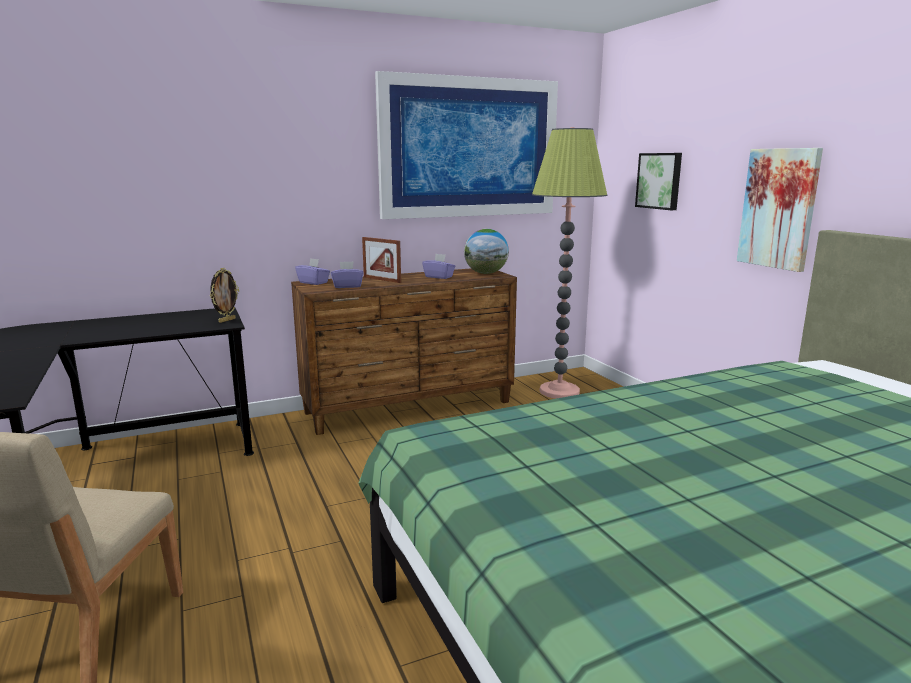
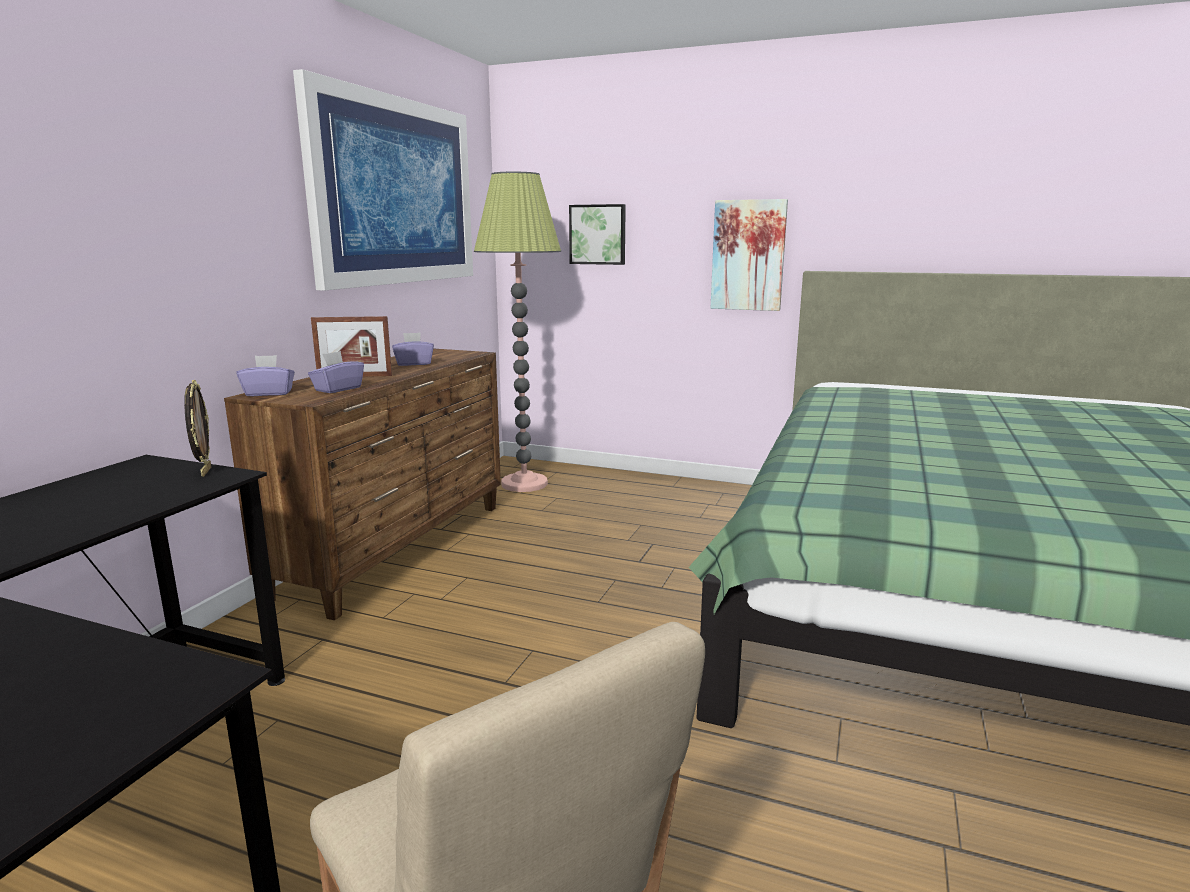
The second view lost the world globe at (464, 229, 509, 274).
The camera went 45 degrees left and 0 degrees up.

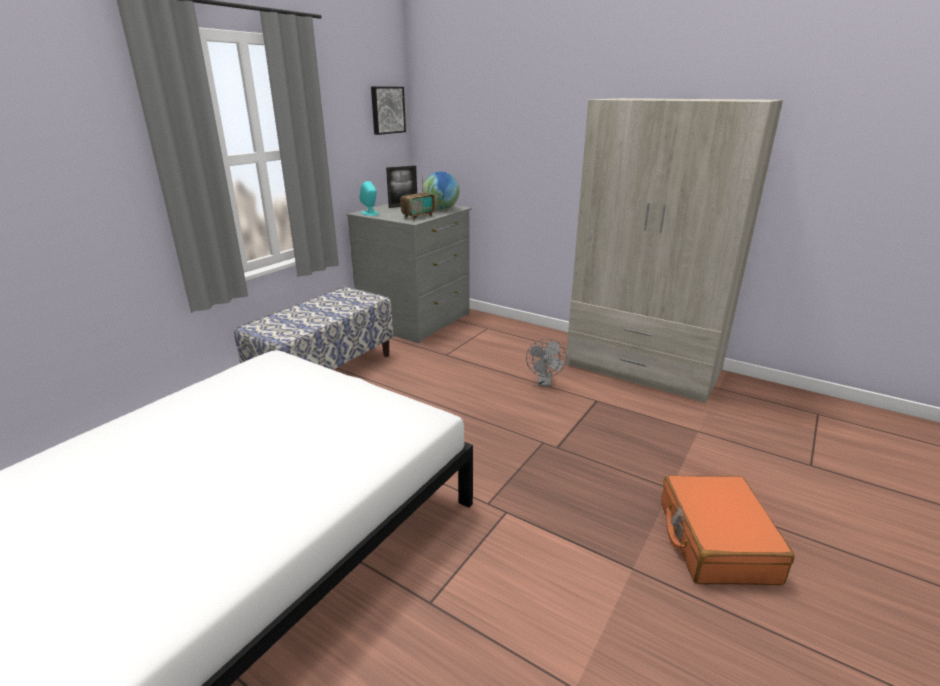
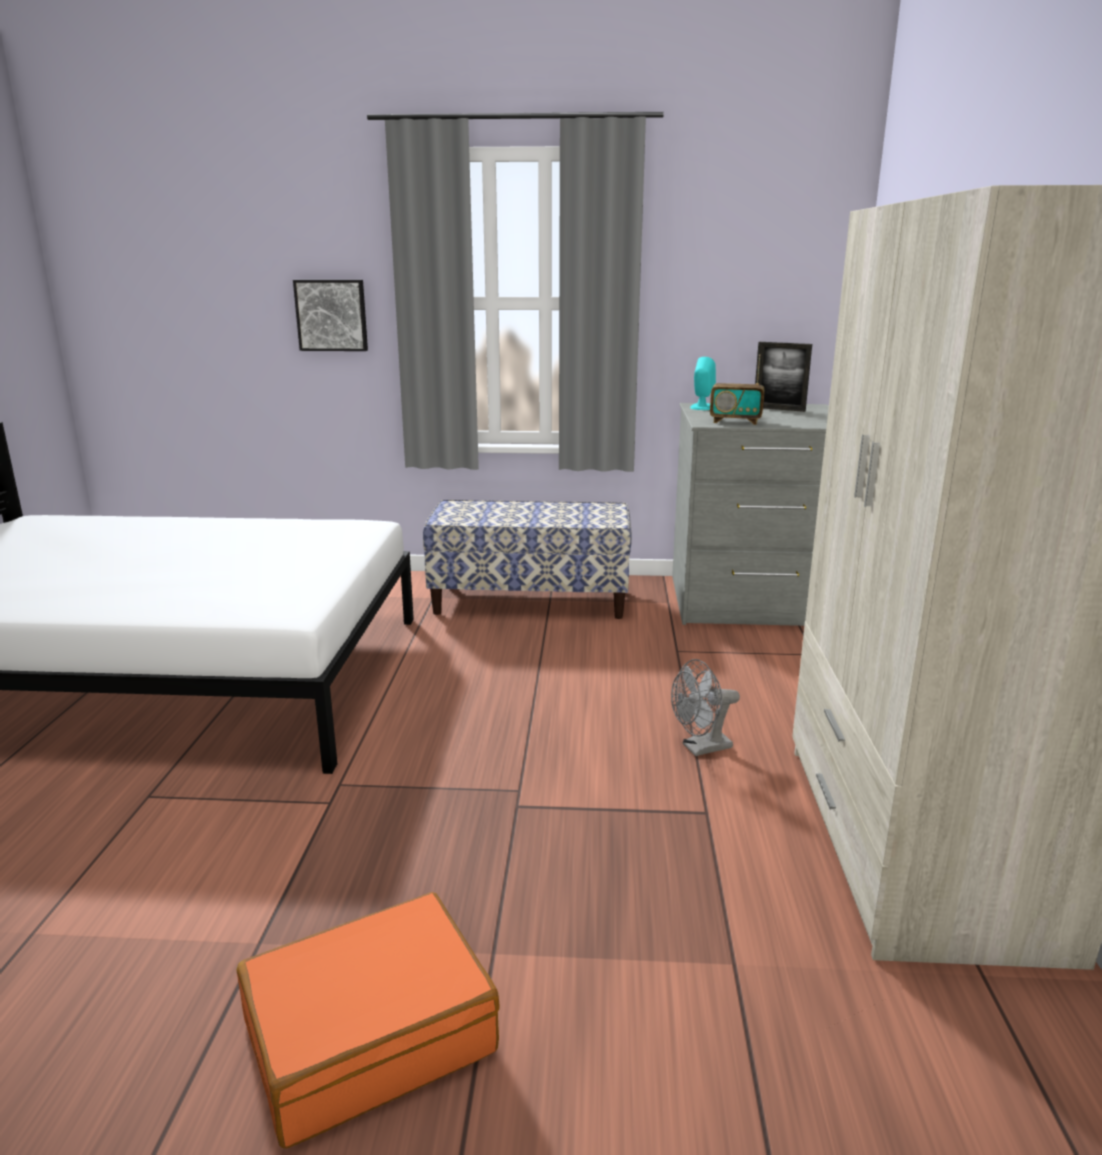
The wall picture ended up elsewhere, having gone from (371, 87, 406, 135) to (293, 280, 368, 351).
The second view lost the world globe at (423, 171, 459, 210).
The camera went 60 degrees right and 5 degrees down.

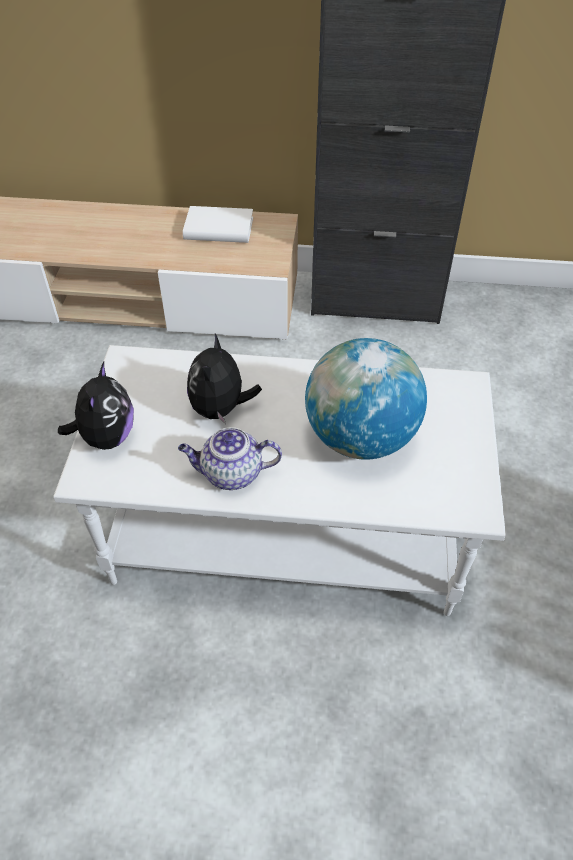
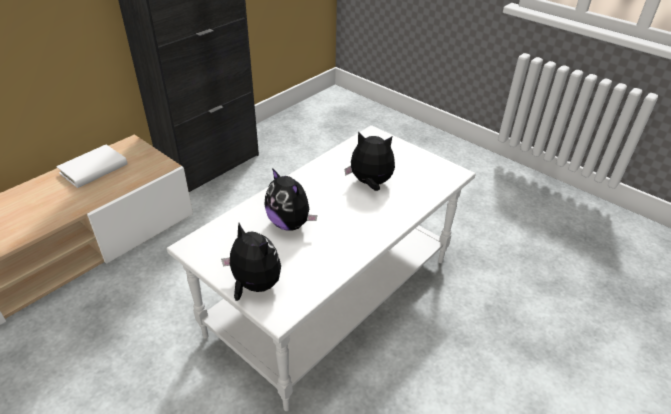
The second view lost the tea pot at (178, 427, 282, 490).
Where the world globe stood at (305, 338, 427, 460), the cuddly toy came to stand at (344, 131, 395, 191).
The camera went 55 degrees left and 10 degrees down.

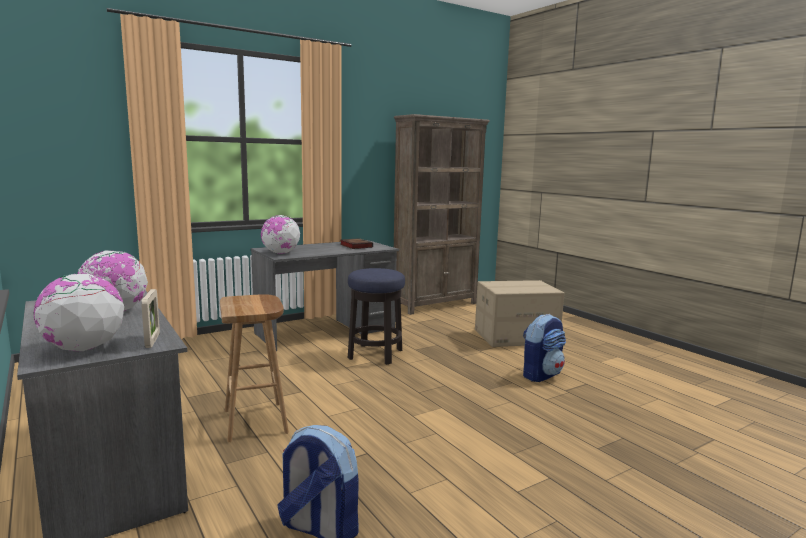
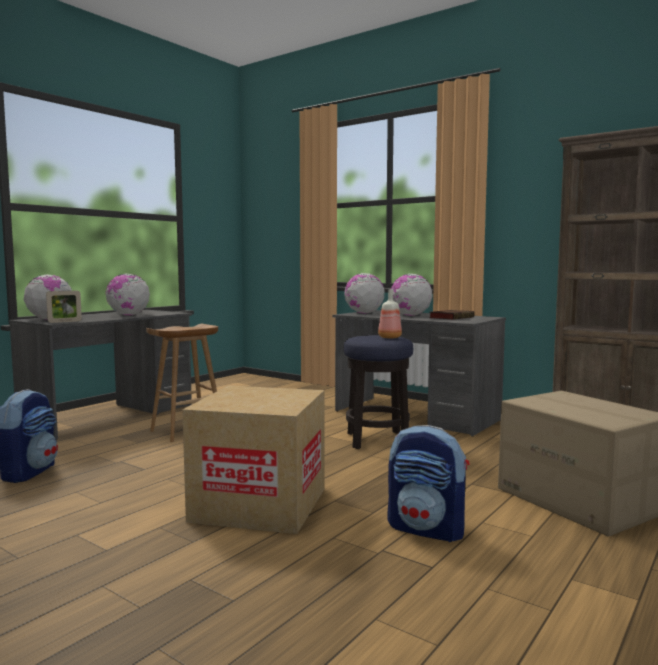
The second view gained the cardboard box at (182, 386, 325, 534).
The second view gained the drink bottle at (378, 289, 402, 339).
The second view gained the world globe at (391, 274, 433, 316).
The camera went 70 degrees right and 5 degrees down.

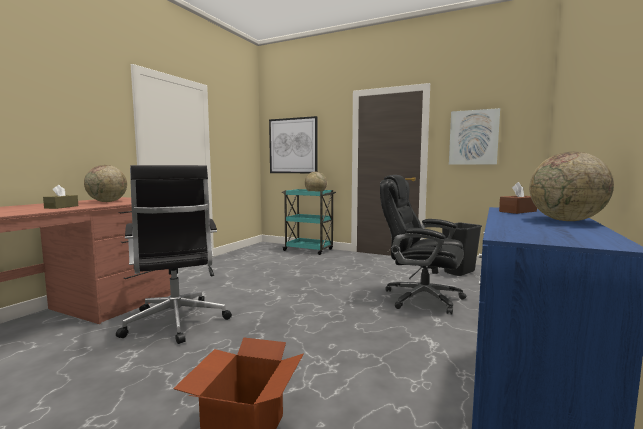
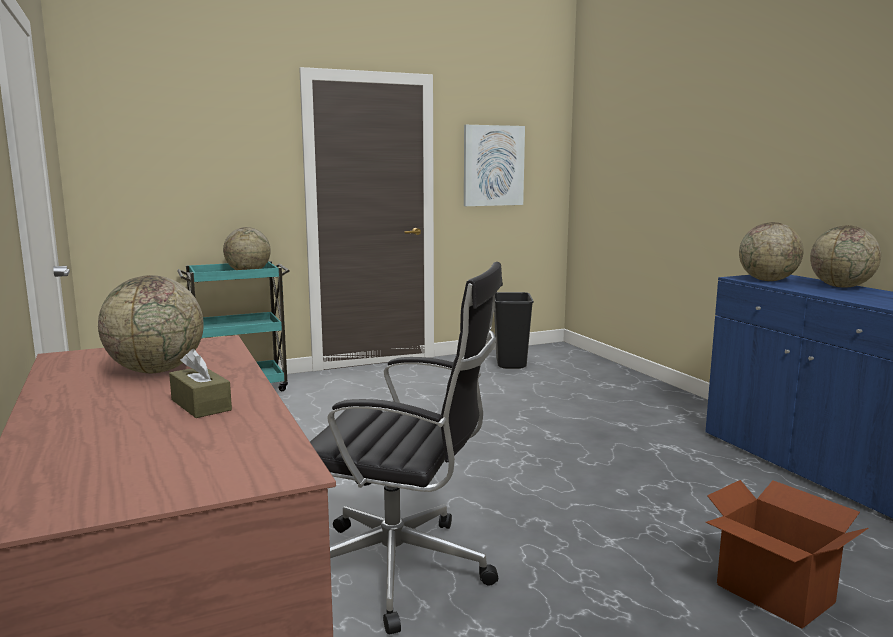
The second view lost the wall picture at (269, 116, 318, 173).
The second view lost the desk chair in black-coloured at (380, 175, 467, 315).
Where the box of tissues in brownish stood at (499, 182, 537, 214), the world globe came to stand at (739, 222, 804, 281).
The camera went 50 degrees left and 5 degrees up.

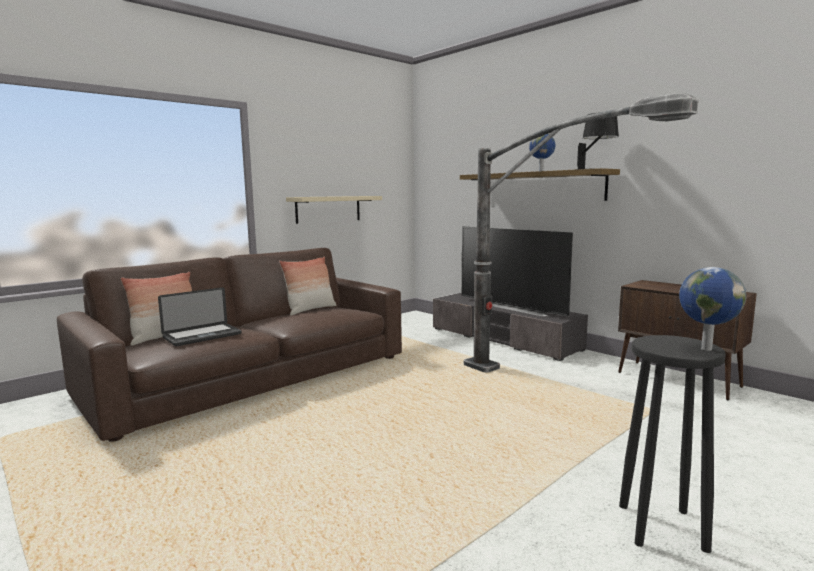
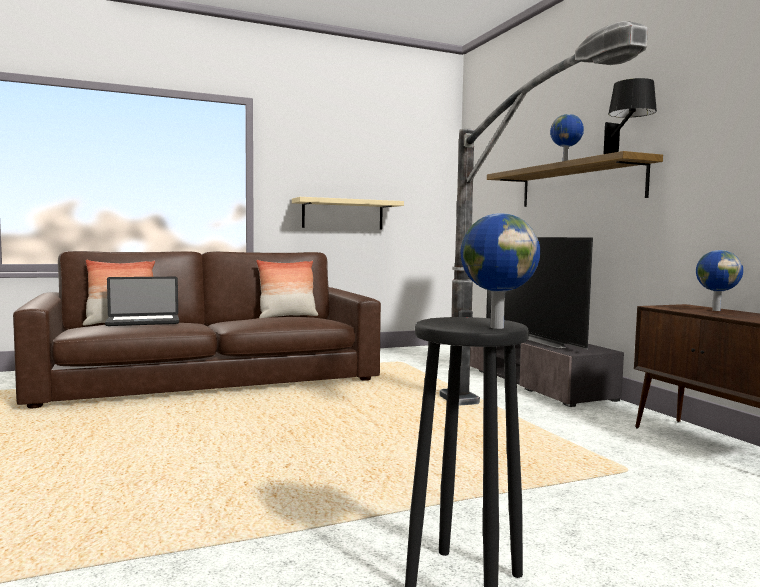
The second view gained the world globe at (696, 250, 743, 311).
The camera went 20 degrees right and 5 degrees down.

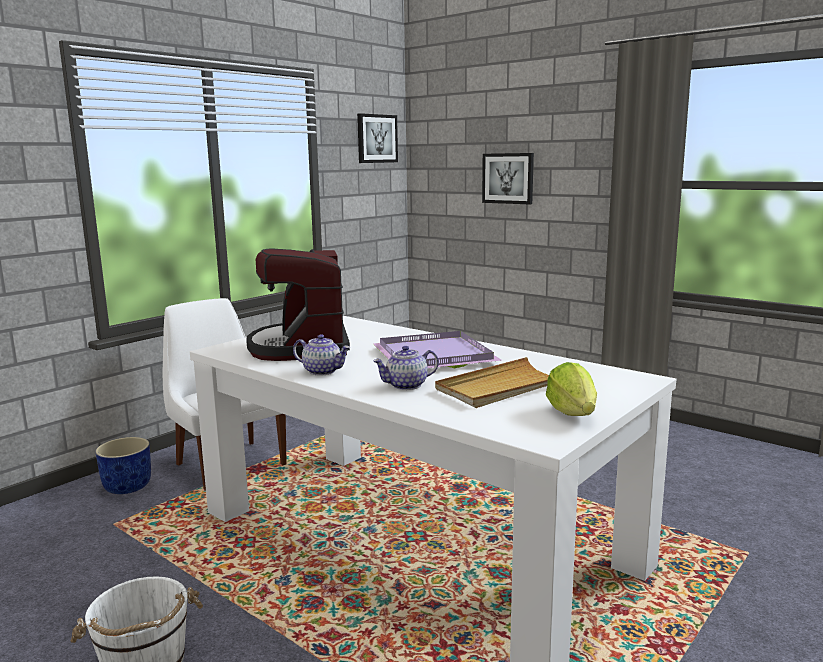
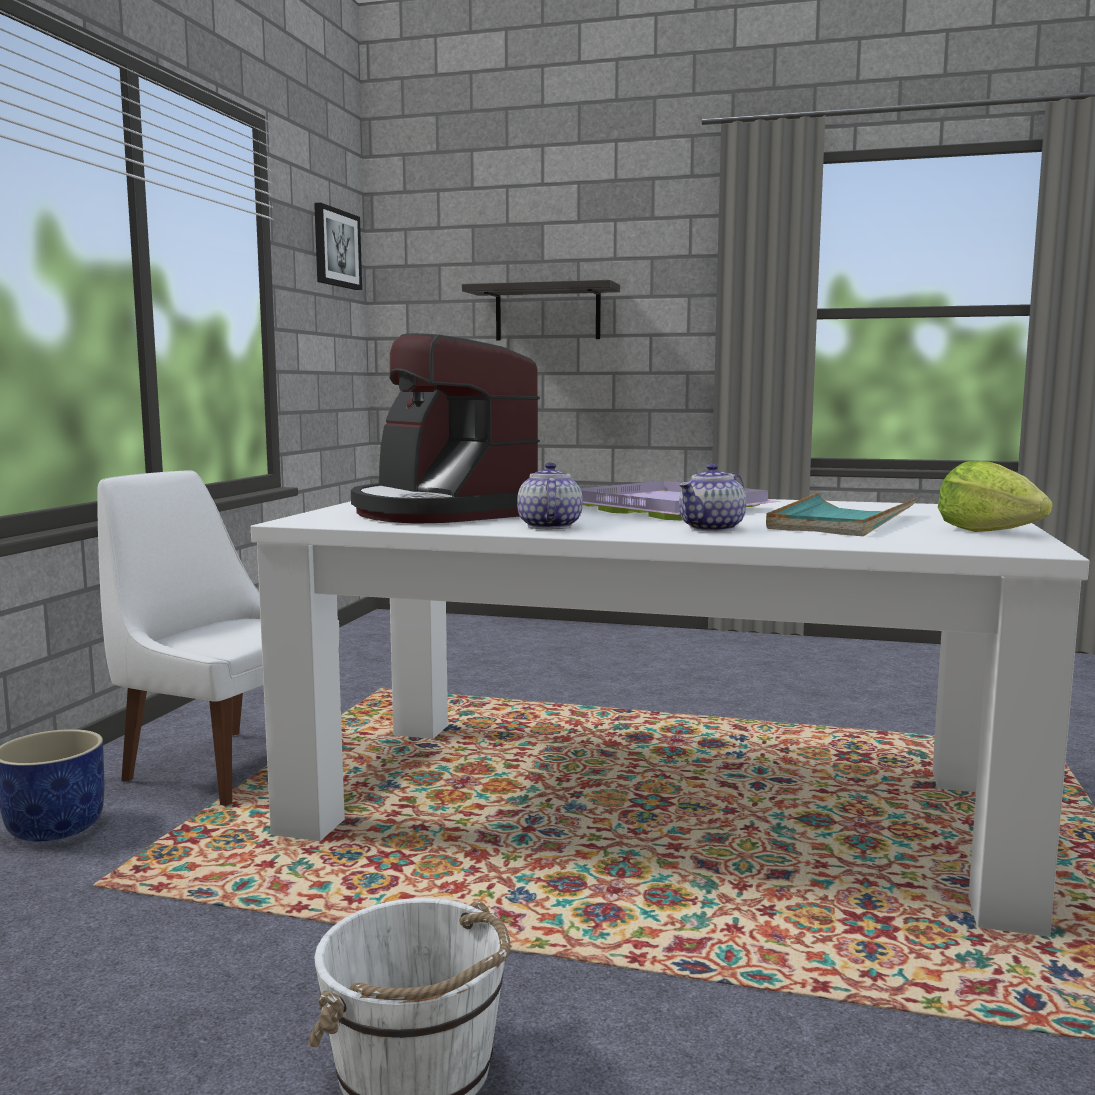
The tea pot at (293, 334, 350, 376) ended up facing another way, 90 degrees counterclockwise from before.
What was the tray in sand-coloured at (435, 357, 549, 408) turned into the tray in blue-green at (766, 492, 918, 536).
Where the wall picture hung at (482, 153, 534, 204), the bracket shelf came to hang at (462, 280, 620, 341).
The camera went 25 degrees left and 5 degrees down.

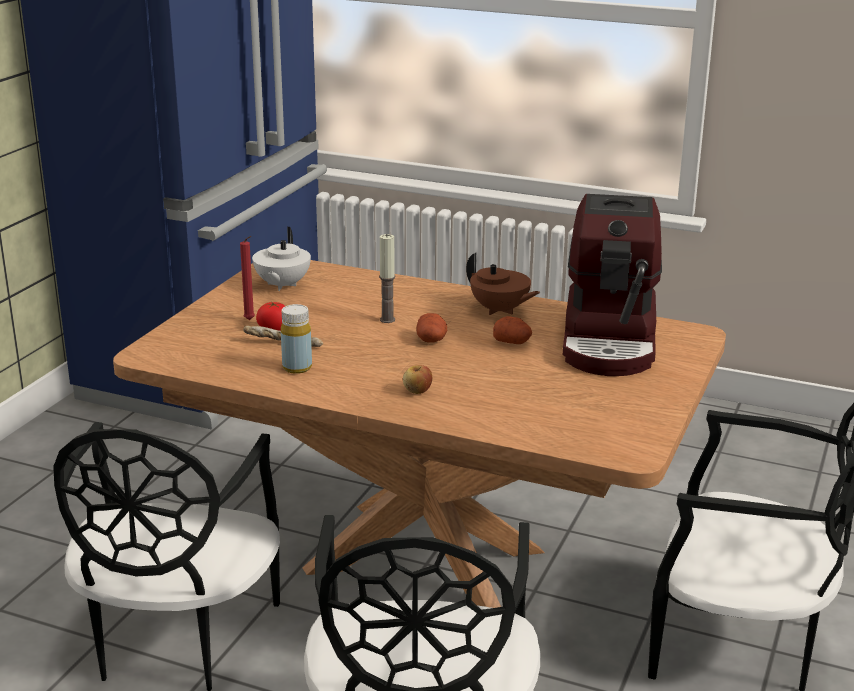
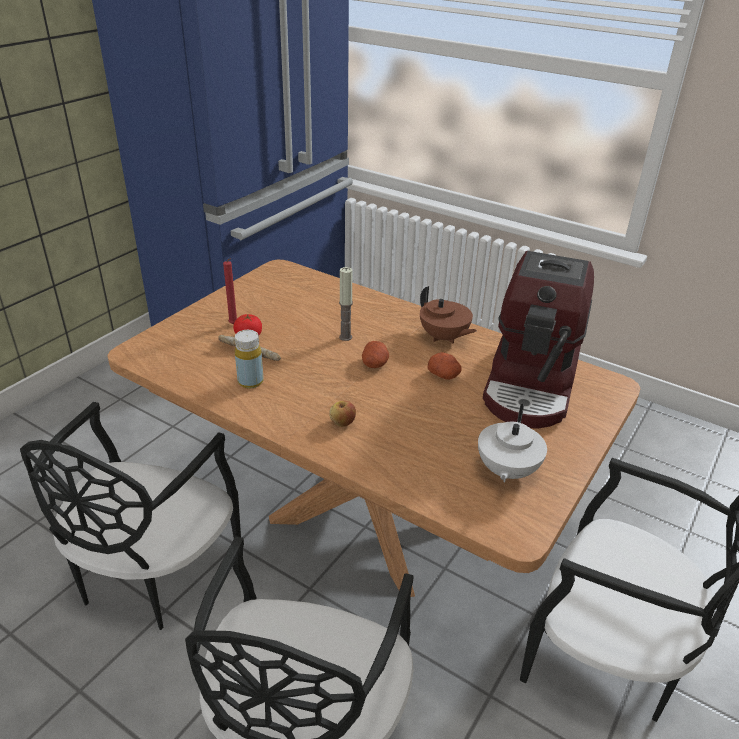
The tea pot in white-coloured ended up elsewhere, having gone from (252, 227, 311, 291) to (478, 404, 547, 482).
The camera went 10 degrees right and 10 degrees up.

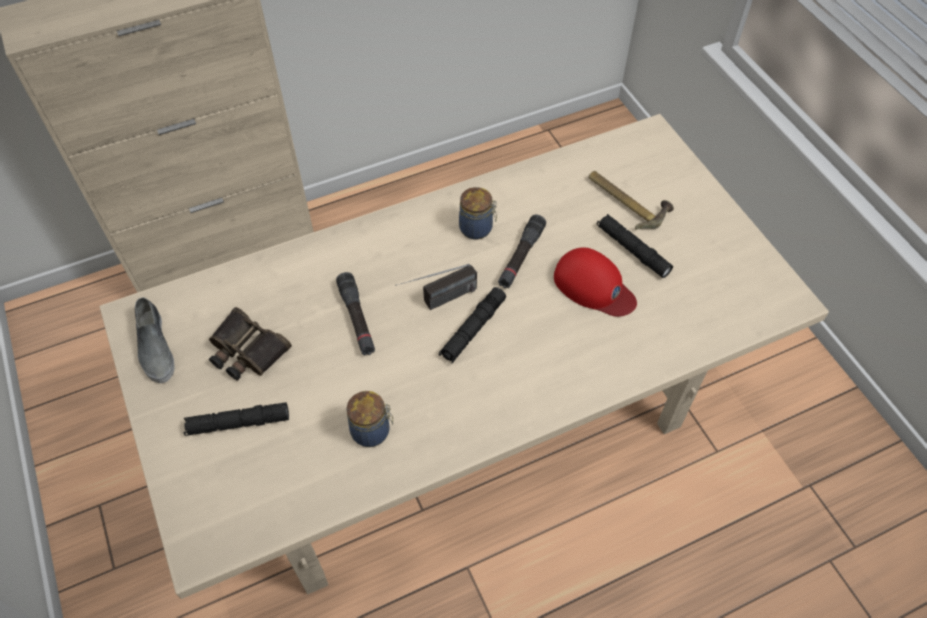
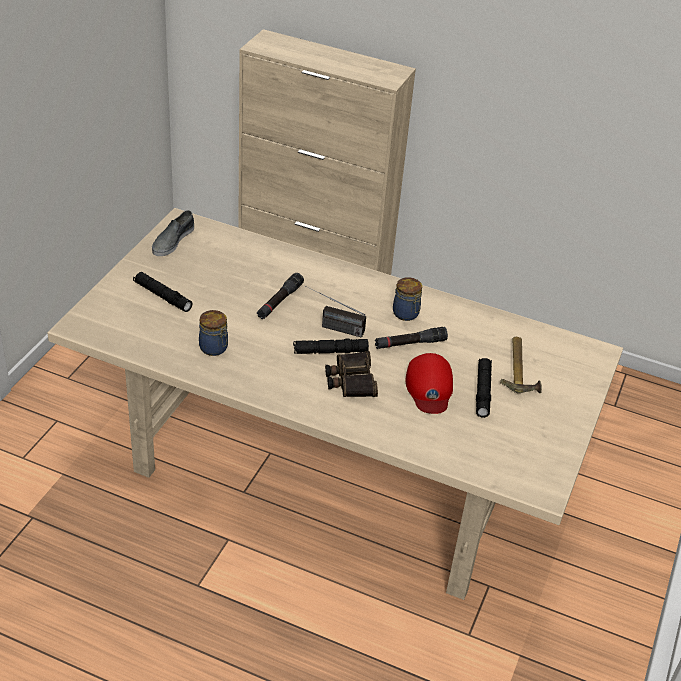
The field glasses ended up elsewhere, having gone from (209, 307, 292, 380) to (325, 351, 378, 397).
The camera went 45 degrees right and 15 degrees down.

